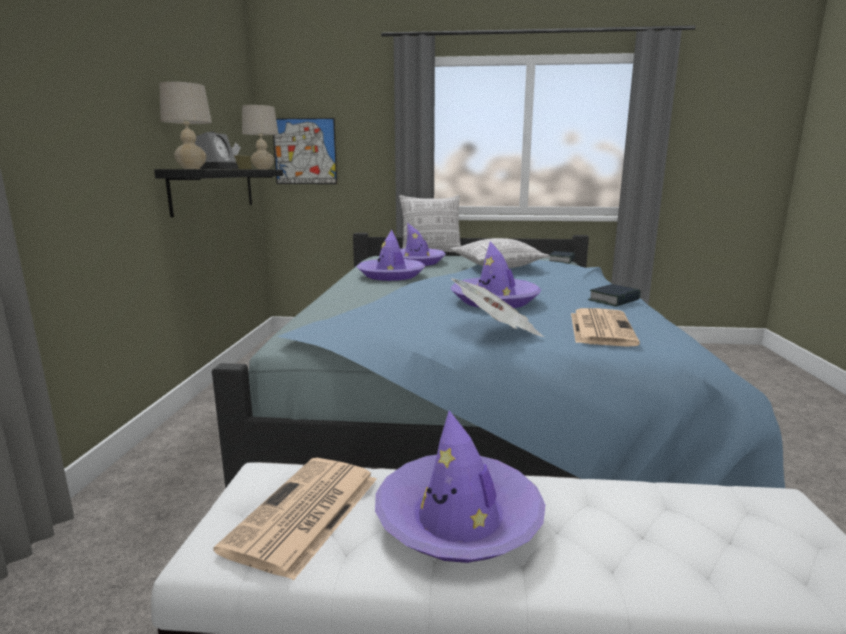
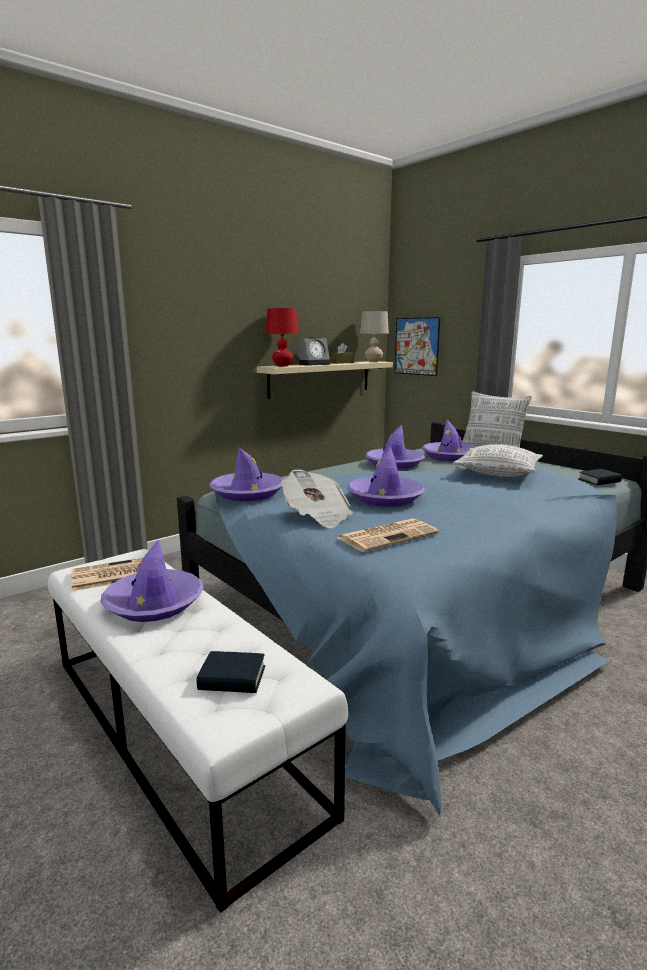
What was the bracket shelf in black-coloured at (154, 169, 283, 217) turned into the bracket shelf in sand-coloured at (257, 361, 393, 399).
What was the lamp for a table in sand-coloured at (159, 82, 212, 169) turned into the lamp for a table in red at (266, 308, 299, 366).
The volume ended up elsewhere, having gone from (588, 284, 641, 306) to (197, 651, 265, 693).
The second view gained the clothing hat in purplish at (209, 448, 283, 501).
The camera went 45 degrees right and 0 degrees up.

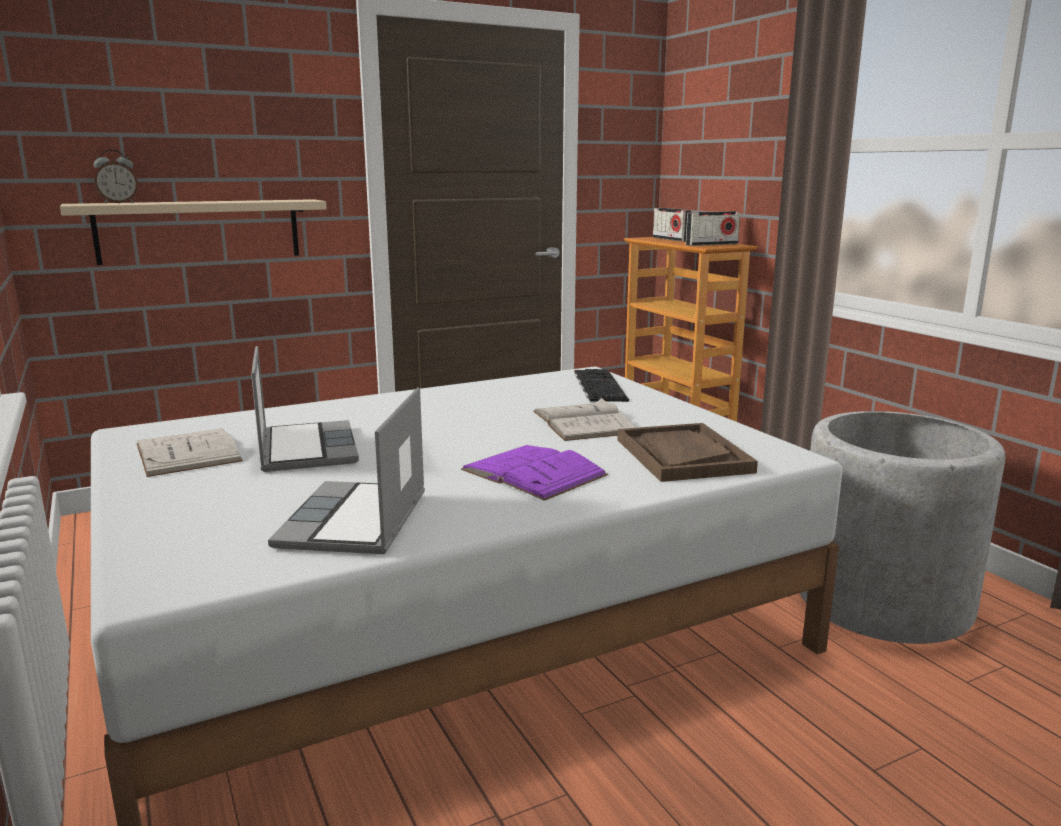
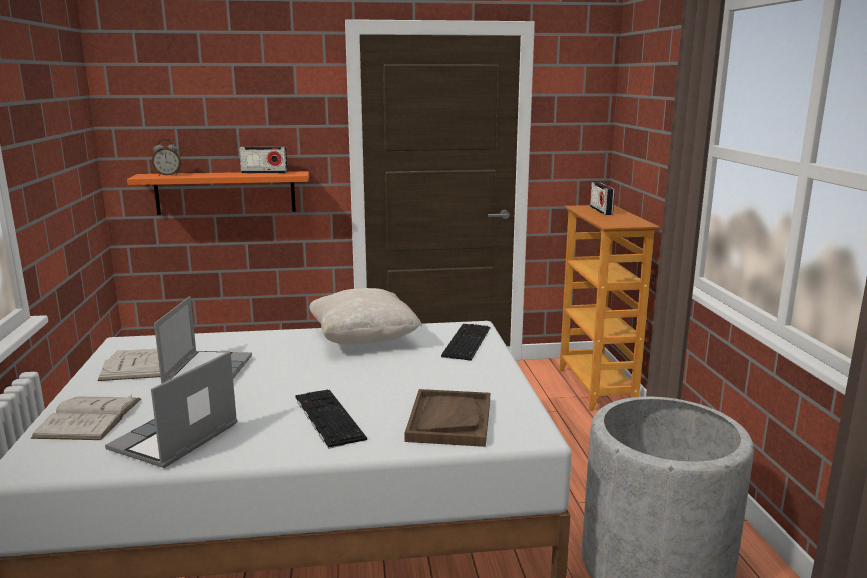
What was the bracket shelf in sand-coloured at (60, 199, 326, 265) turned into the bracket shelf in orange at (127, 171, 309, 215).
Where the volume in purplish stood at (461, 445, 608, 501), the computer keyboard came to stand at (295, 390, 367, 449).
The volume in white-coloured ended up elsewhere, having gone from (533, 398, 637, 441) to (31, 394, 141, 440).
The radio ended up elsewhere, having gone from (686, 211, 740, 246) to (239, 147, 288, 174).
The second view gained the throw pillow in sand-coloured at (309, 288, 422, 345).
The camera went 20 degrees right and 0 degrees up.

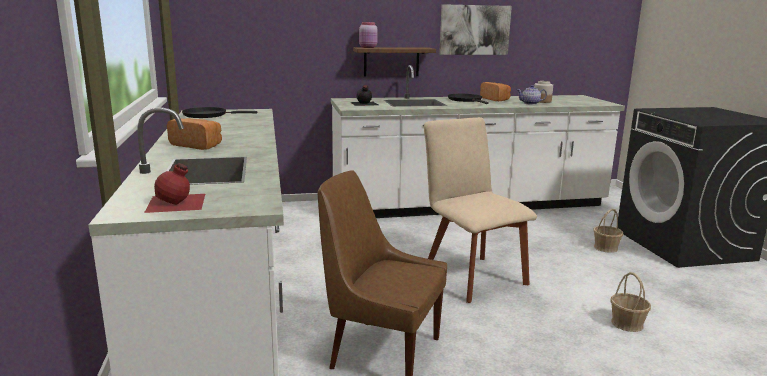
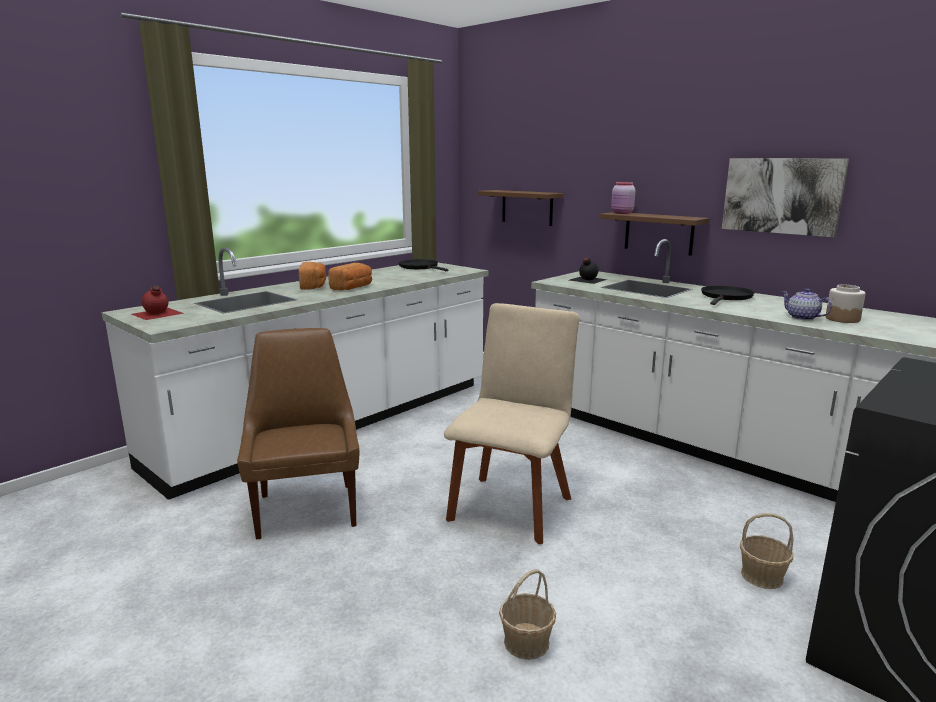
The bread ended up elsewhere, having gone from (480, 82, 511, 101) to (328, 263, 372, 290).
The second view gained the bracket shelf in brownish at (478, 190, 563, 226).
The camera went 55 degrees right and 0 degrees up.

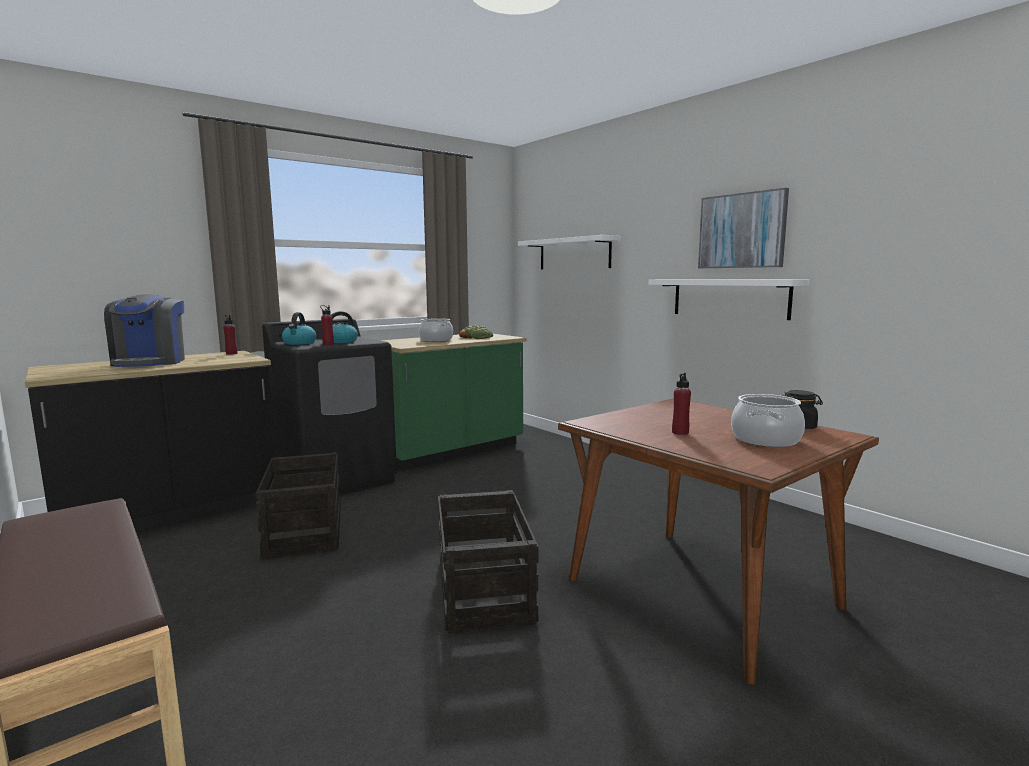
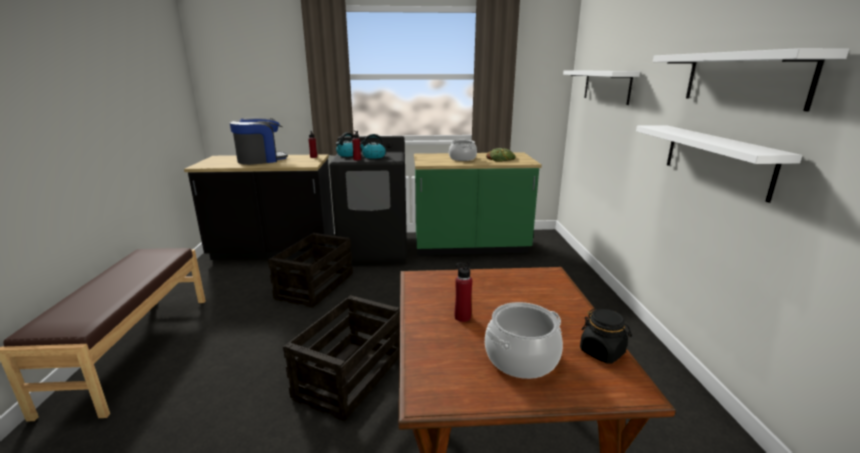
The coffee maker at (104, 294, 185, 367) ended up facing another way, 150 degrees counterclockwise from before.
Where the wall picture hung at (698, 188, 789, 268), the bracket shelf in white-coloured came to hang at (653, 48, 849, 111).
The camera went 35 degrees right and 10 degrees up.

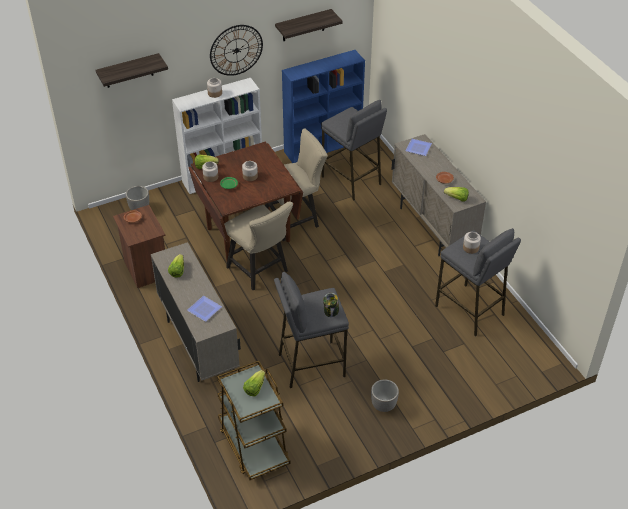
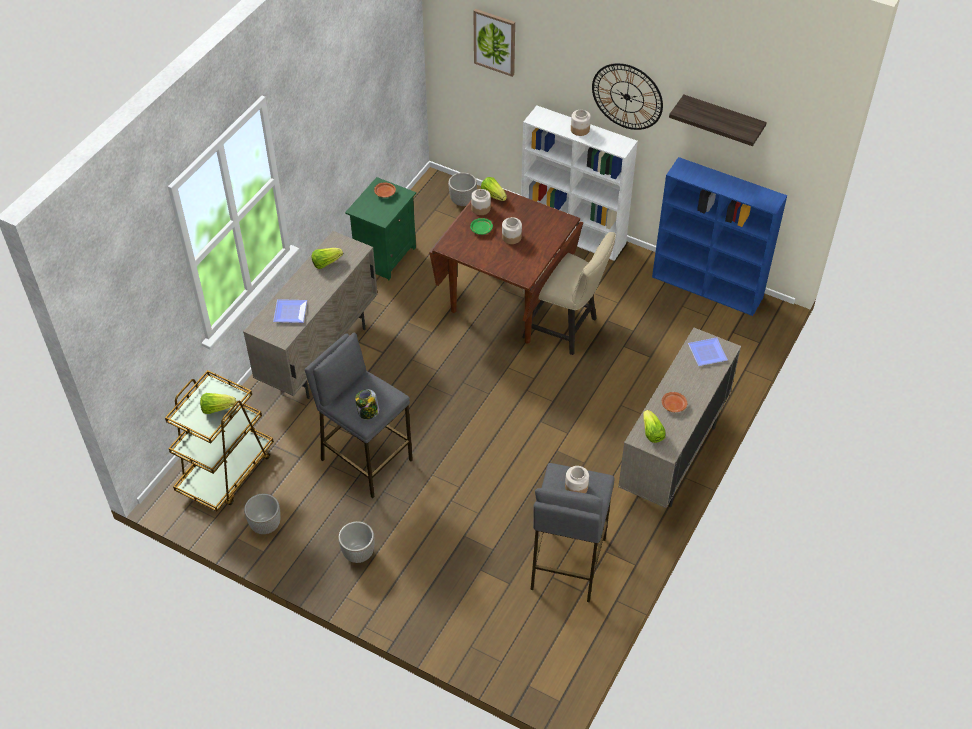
Where the bracket shelf hung at (96, 53, 168, 88), the wall picture came to hang at (473, 9, 515, 77).
What was the bedside table in brownish at (113, 205, 166, 288) turned into the bedside table in green at (345, 177, 416, 280).
The second view lost the upright chair in sand-coloured at (224, 202, 293, 291).
The second view lost the stool in grey at (321, 100, 387, 200).
The second view gained the plant pot at (244, 493, 281, 534).
The camera went 55 degrees right and 5 degrees up.

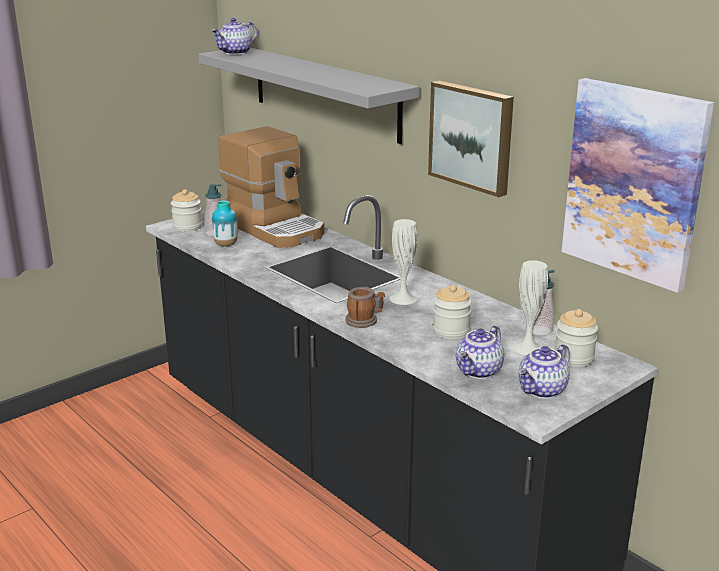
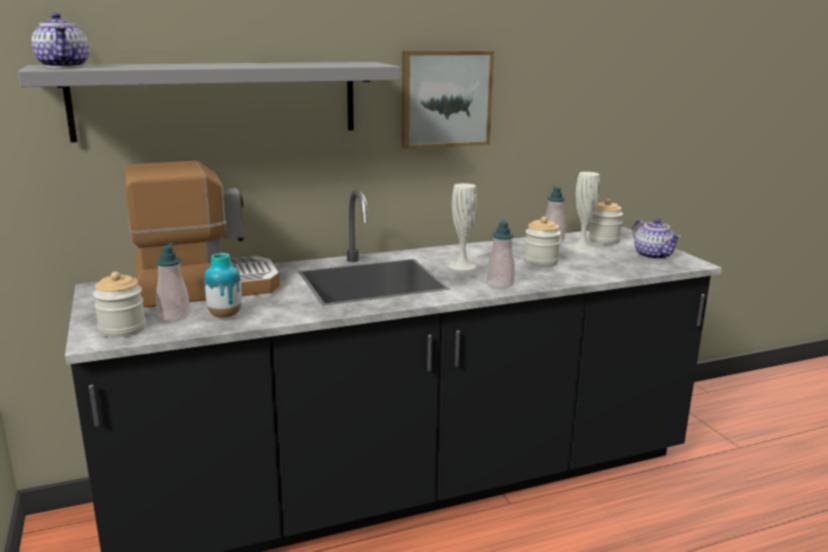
Where the mug stood at (345, 287, 385, 328), the soap dispenser came to stand at (487, 220, 515, 288).
The second view lost the tea pot at (456, 325, 504, 379).
The second view lost the wall picture at (562, 78, 714, 293).
The camera went 70 degrees left and 5 degrees down.

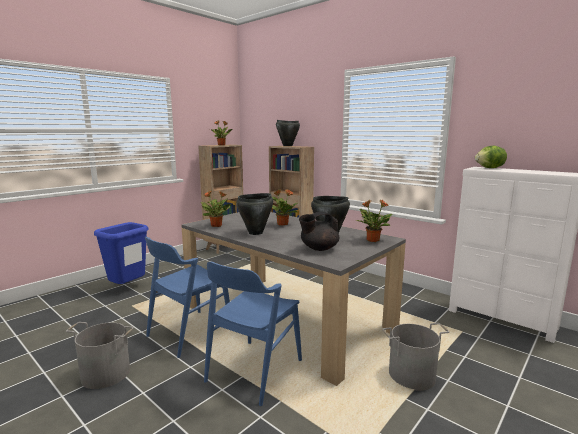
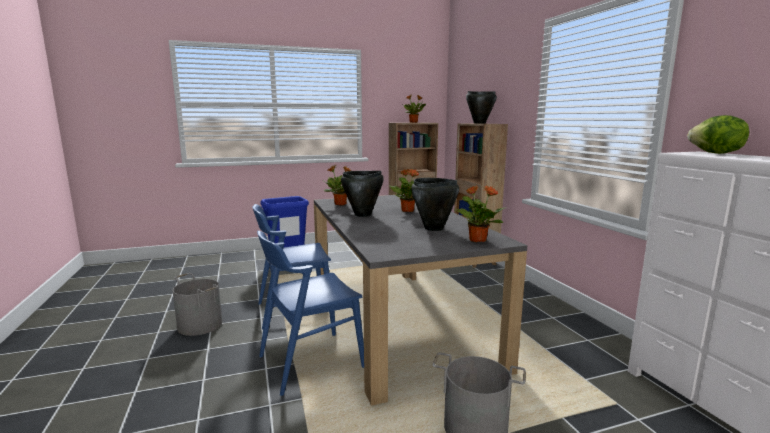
The second view lost the tea pot in black-coloured at (299, 212, 339, 251).
The camera went 30 degrees right and 0 degrees up.

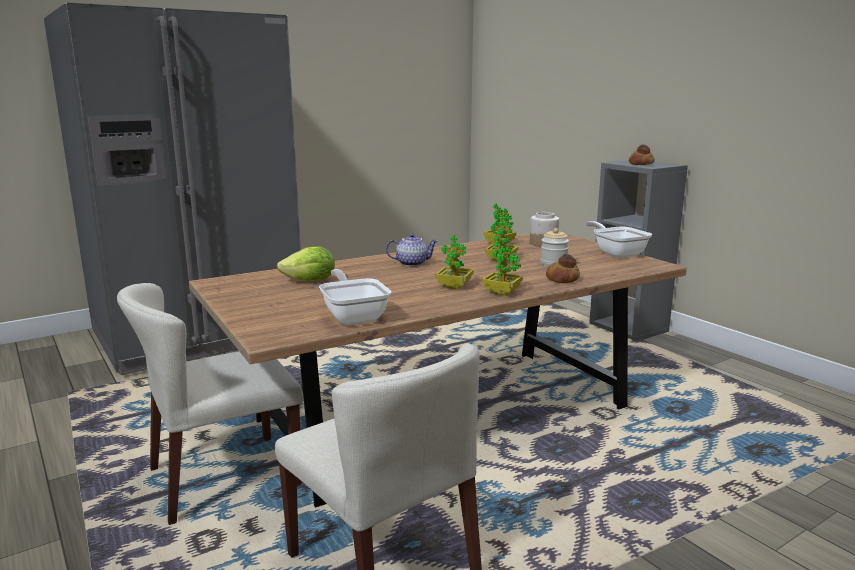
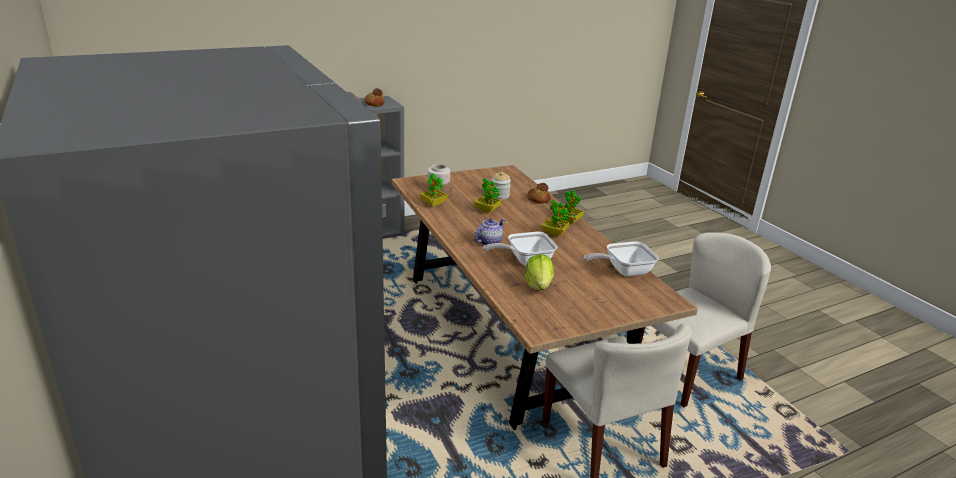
The tea pot at (386, 233, 438, 266) ended up facing another way, 45 degrees clockwise from before.
The skillet ended up elsewhere, having gone from (586, 221, 652, 258) to (483, 232, 557, 266).
The camera went 85 degrees left and 10 degrees up.

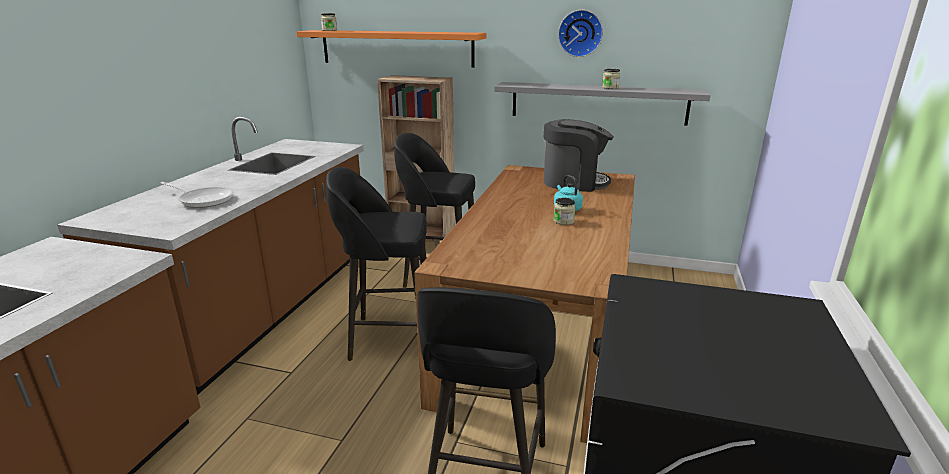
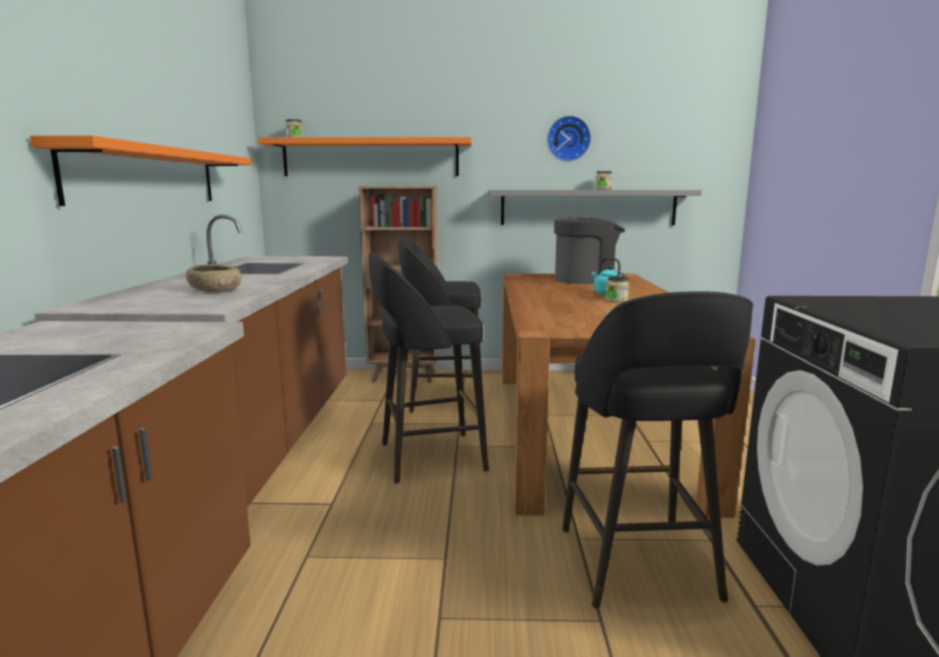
Where the skillet stood at (160, 182, 234, 208), the deep dish in sand-coloured came to stand at (186, 264, 242, 292).
The second view gained the bracket shelf in orange at (30, 135, 252, 206).
The camera went 15 degrees left and 10 degrees down.

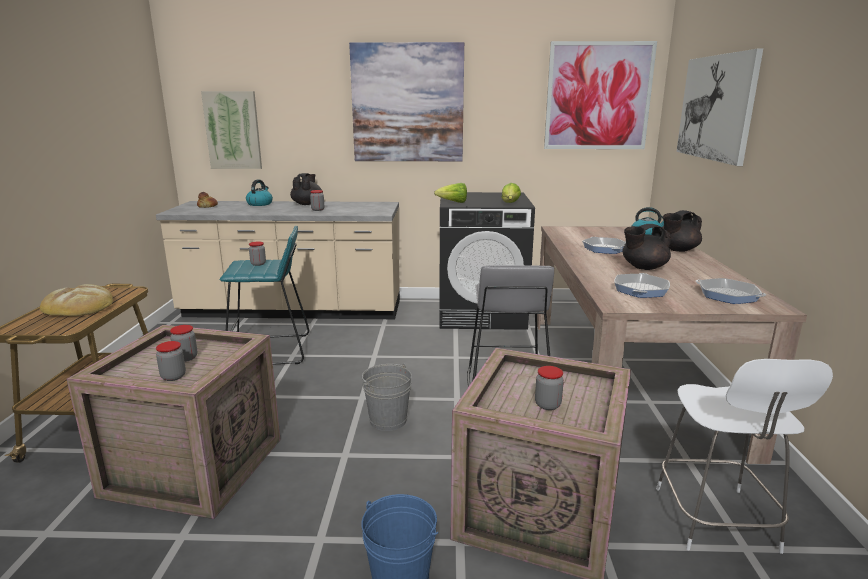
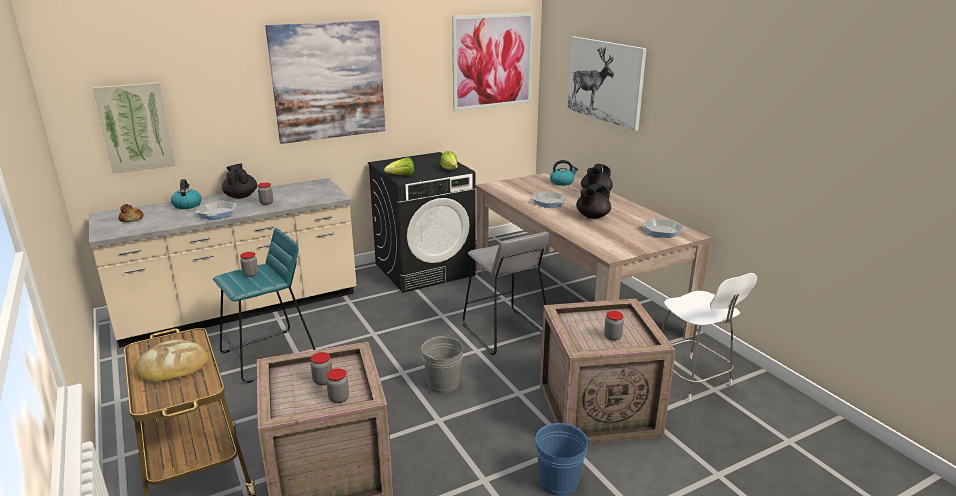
The skillet ended up elsewhere, having gone from (614, 273, 670, 298) to (196, 201, 236, 220).
The camera went 30 degrees left and 5 degrees up.

